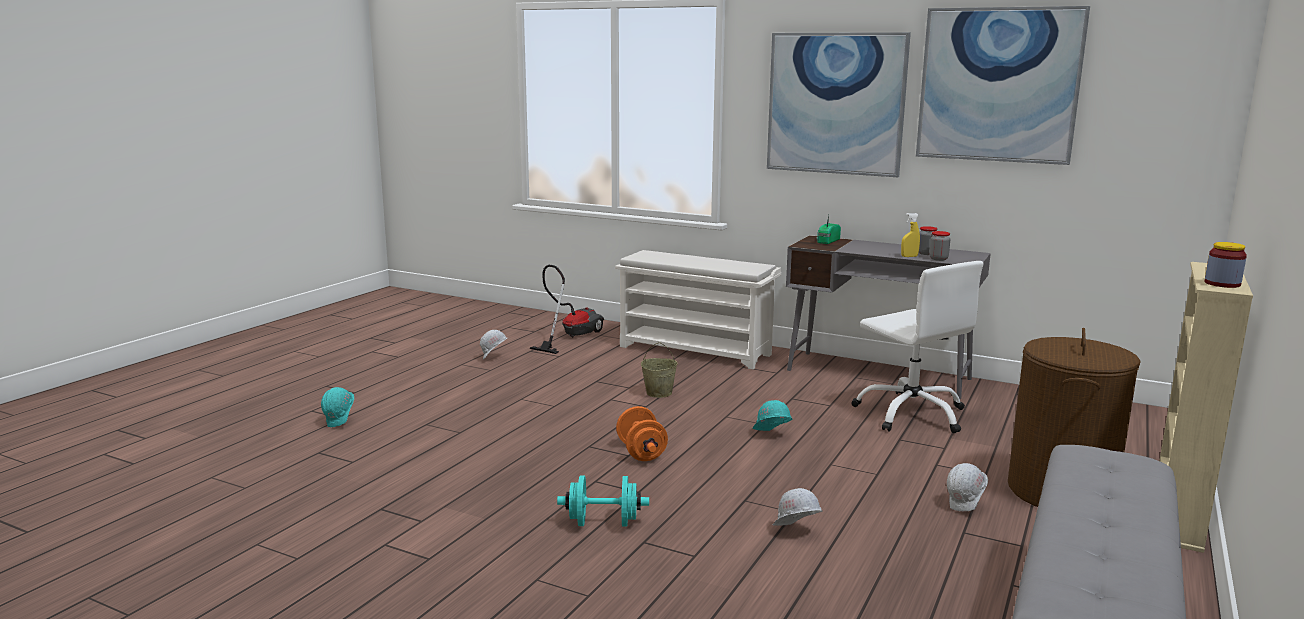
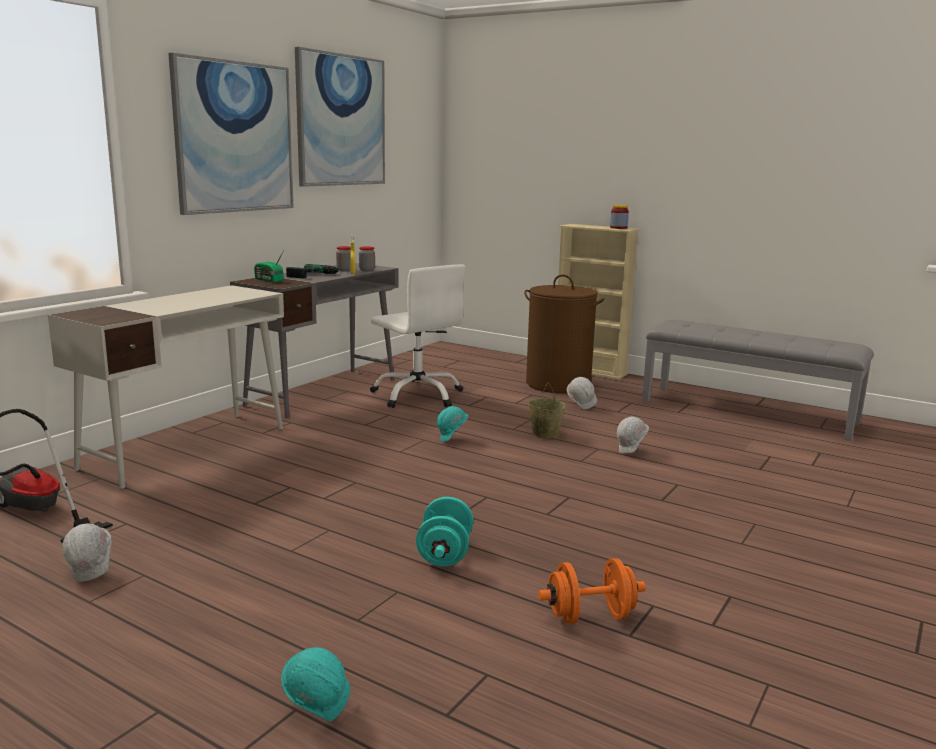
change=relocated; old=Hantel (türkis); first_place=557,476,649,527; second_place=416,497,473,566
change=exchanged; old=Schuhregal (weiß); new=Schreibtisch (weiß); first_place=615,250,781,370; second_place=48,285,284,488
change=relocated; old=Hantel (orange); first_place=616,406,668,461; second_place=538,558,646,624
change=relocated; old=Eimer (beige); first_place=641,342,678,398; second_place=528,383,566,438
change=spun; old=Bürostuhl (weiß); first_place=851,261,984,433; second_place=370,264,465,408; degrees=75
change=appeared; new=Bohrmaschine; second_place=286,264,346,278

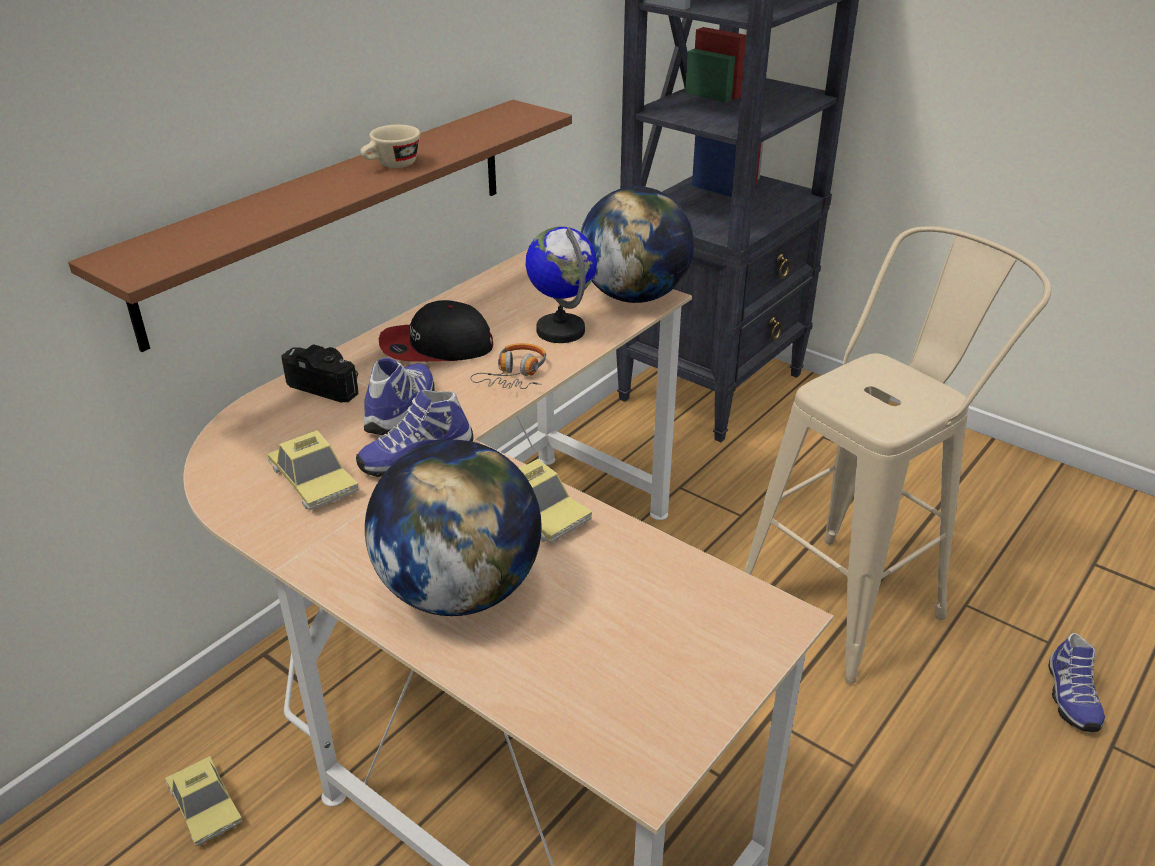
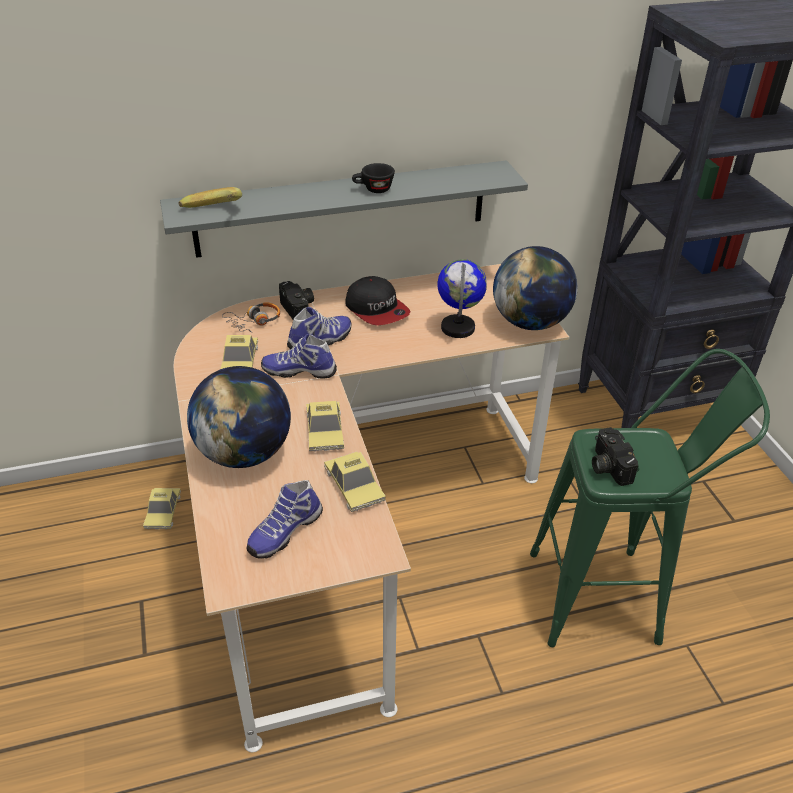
change=colour; old=Wandregal (braun); new=Wandregal (grau); first_place=68,100,572,352; second_place=160,160,528,258
change=colour; old=Tasse (beige); new=Tasse (schwarz); first_place=360,125,420,168; second_place=352,163,395,193
change=spun; old=Kappe; first_place=379,300,493,362; second_place=345,276,411,326; degrees=-150
change=relocated; old=Kopfhörer; first_place=470,343,546,389; second_place=222,302,280,333
change=colour; old=Hocker (beige); new=Hocker (grün); first_place=744,226,1051,684; second_place=530,349,770,647
change=relocated; old=Schuh; first_place=1049,633,1105,732; second_place=246,480,323,559
change=appeared; new=Banane; second_place=178,187,242,208
change=appeared; new=Spielzeugauto; second_place=324,452,386,512
change=appeared; new=Kamera; second_place=592,427,638,486

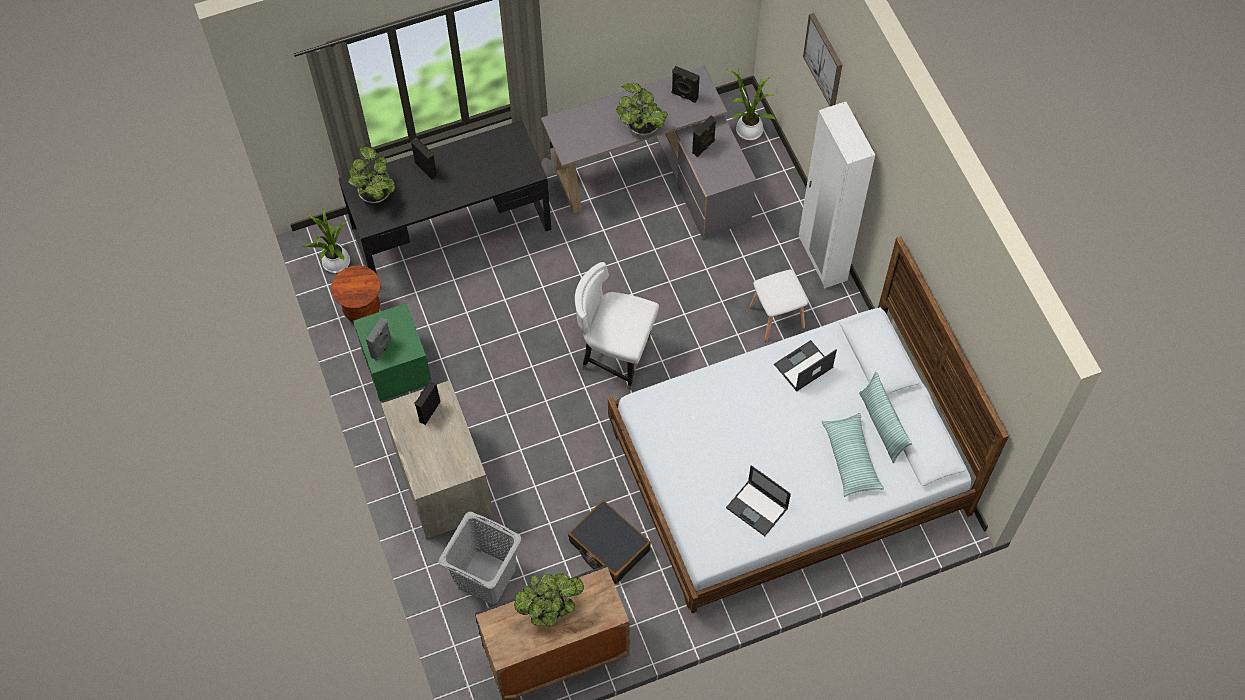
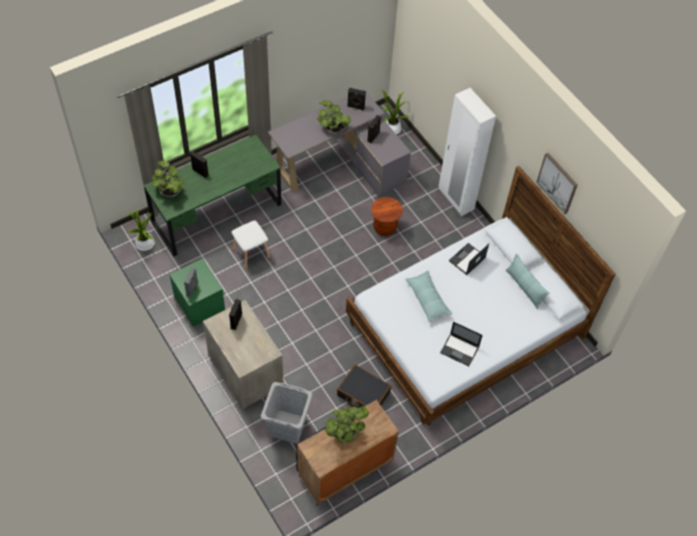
change=relocated; old=Hocker (braun); first_place=331,265,381,323; second_place=371,197,403,236
change=colour; old=Schreibtisch (schwarz); new=Schreibtisch (grün); first_place=338,120,551,274; second_place=144,135,282,257
change=missing; old=Stuhl (weiß); first_place=575,262,659,390
change=relocated; old=Hocker (weiß); first_place=749,270,808,341; second_place=232,220,270,270
change=relocated; old=Bild; first_place=803,13,842,106; second_place=536,153,578,214
change=relocated; old=Kissen; first_place=822,413,884,497; second_place=405,271,452,322

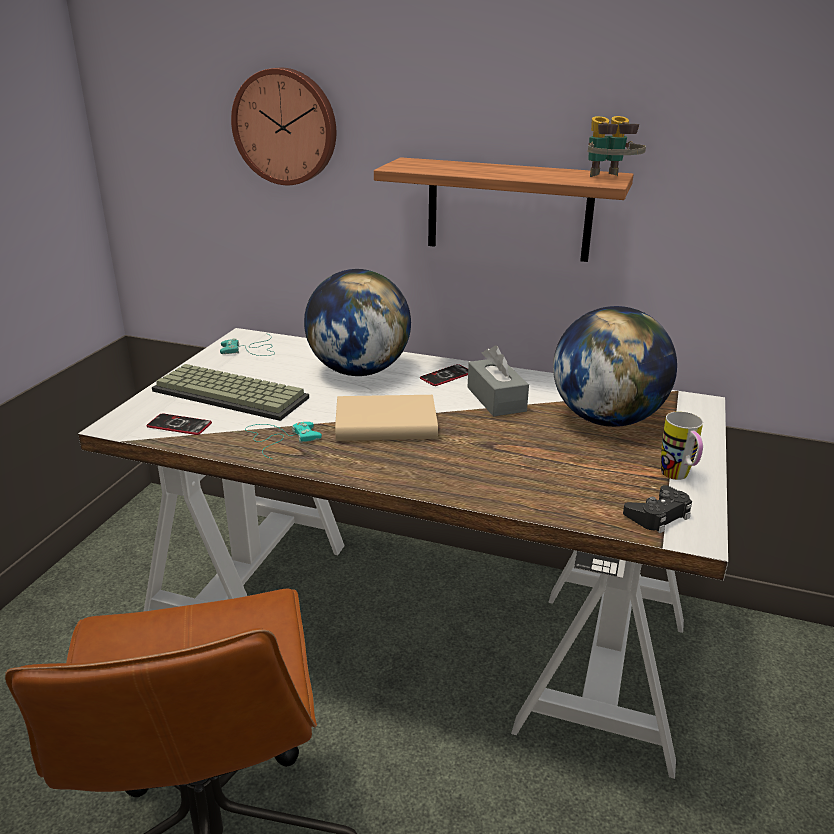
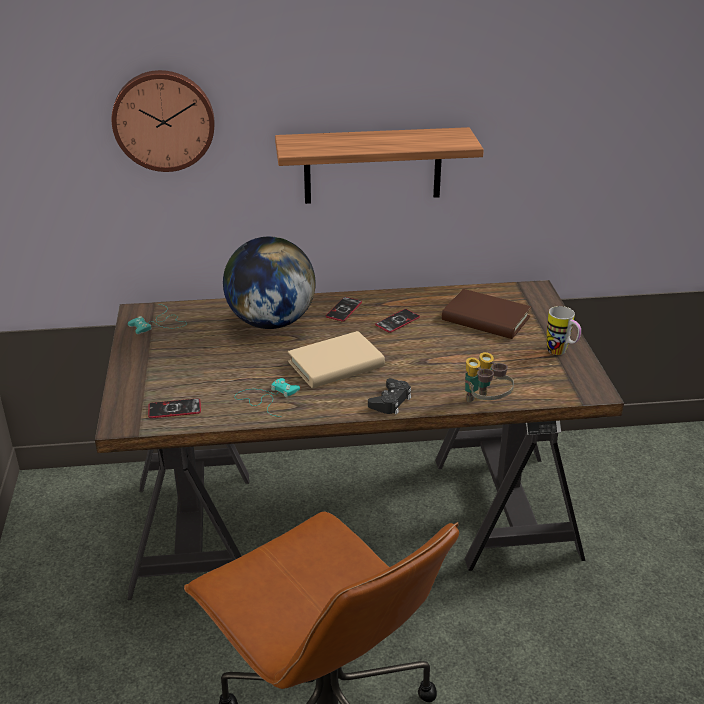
change=colour; old=Schreibtisch (weiß); new=Schreibtisch (braun); first_place=78,328,728,779; second_place=95,280,624,600
change=missing; old=Tastatur; first_place=152,364,309,421
change=exchanged; old=Taschentuchbox (grau); new=Handy; first_place=468,345,529,417; second_place=375,309,420,333
change=exchanged; old=Globus; new=Buch (braun); first_place=553,306,677,427; second_place=442,289,531,339
change=relocated; old=Fernglas; first_place=588,116,646,177; second_place=465,352,514,402
change=relocated; old=Gamepad (schwarz); first_place=623,485,692,533; second_place=368,378,411,415

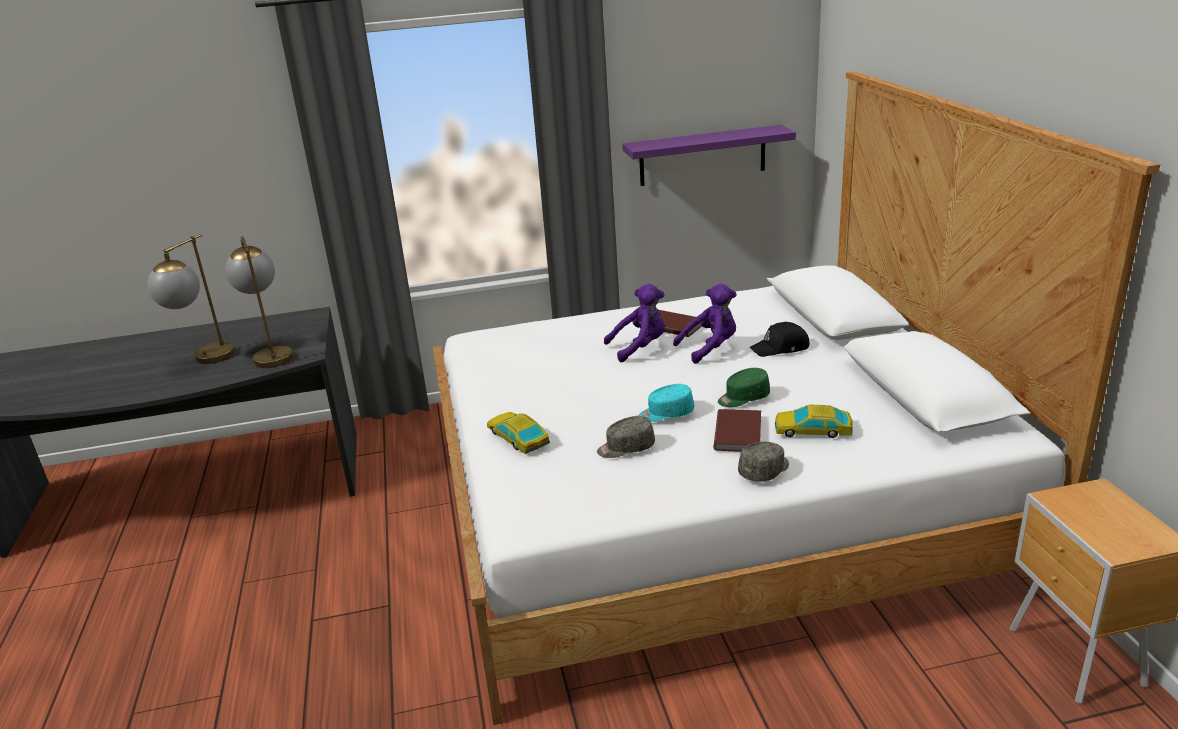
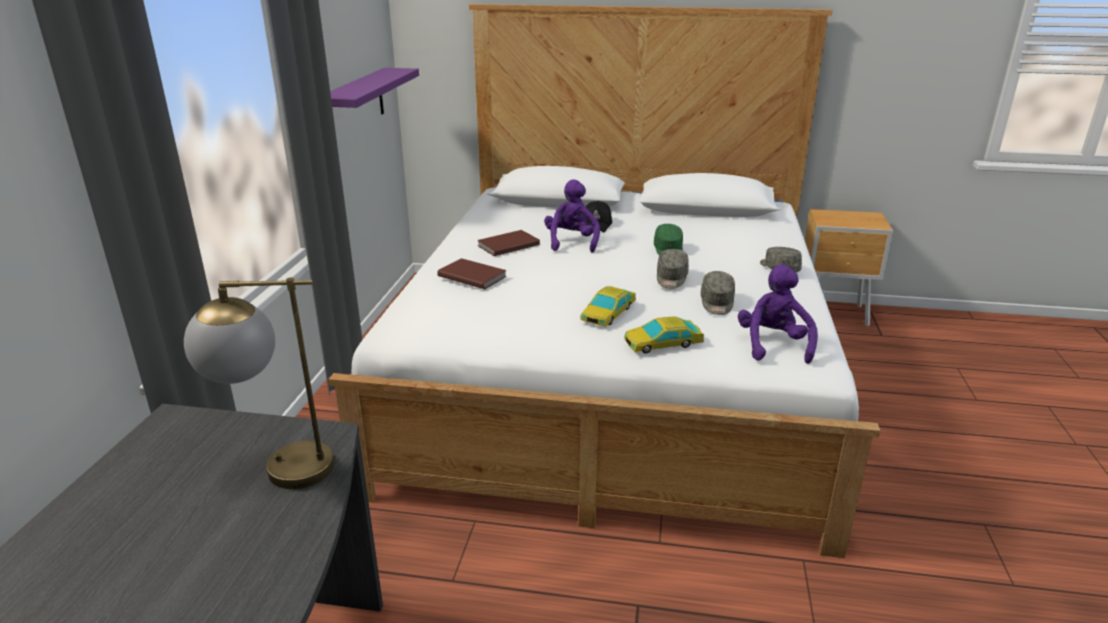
change=missing; old=Tischlampe; first_place=147,234,235,364
change=relocated; old=Plüschtier (lila); first_place=604,284,665,362; second_place=738,264,818,364
change=colour; old=Kappe (türkis); new=Kappe (grau); first_place=639,384,694,422; second_place=657,249,689,289
change=relocated; old=Buch (braun); first_place=714,409,761,452; second_place=437,258,507,289
change=relocated; old=Spielzeugauto; first_place=775,405,853,438; second_place=580,286,636,326

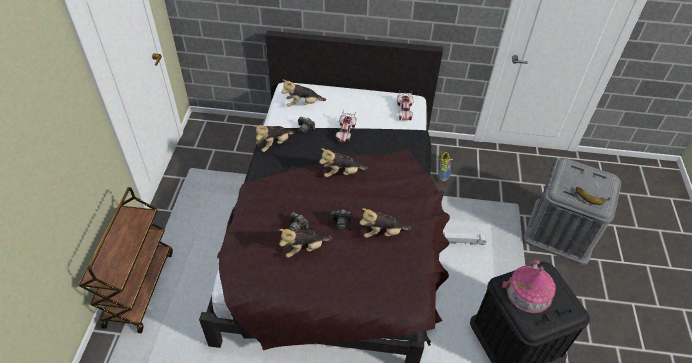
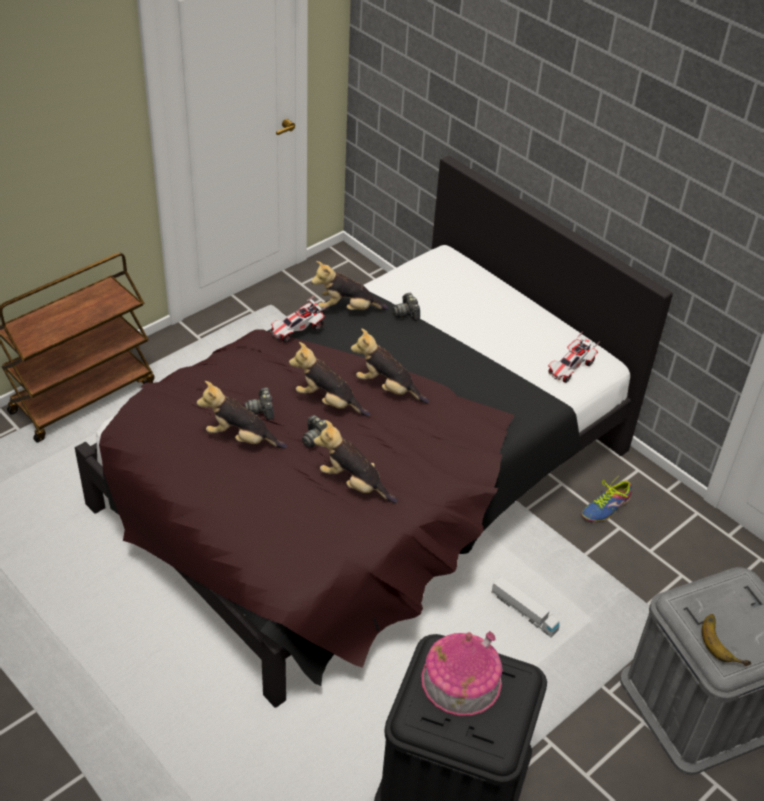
change=relocated; old=Plüschtier; first_place=281,79,326,107; second_place=289,342,371,417
change=relocated; old=Spielzeugauto; first_place=336,110,357,143; second_place=270,295,327,343

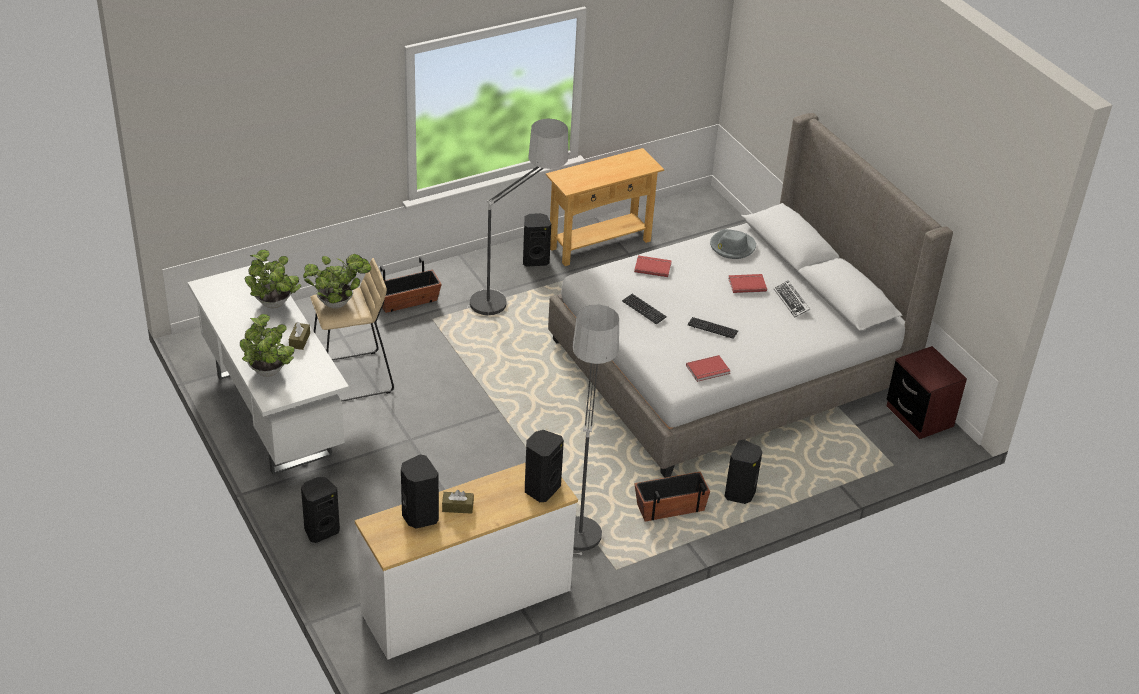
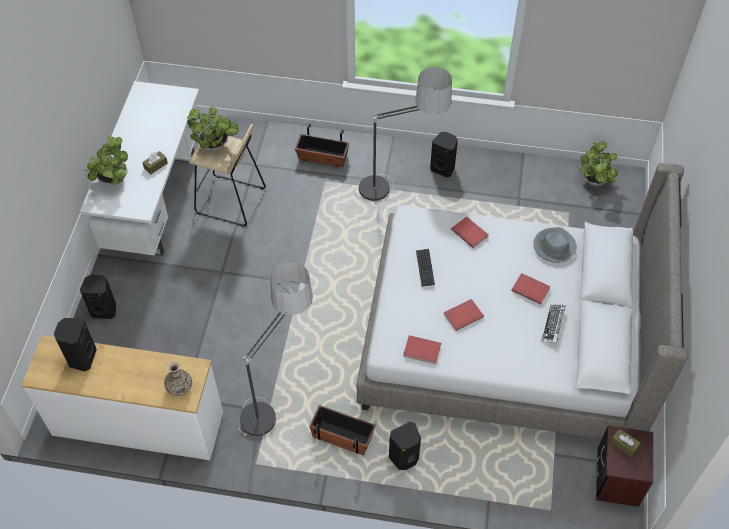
change=relocated; old=Topfpflanze; first_place=245,249,301,308; second_place=580,141,618,186
change=relocated; old=Taschentuchbox (braun); first_place=442,490,474,514; second_place=611,428,641,457
change=exchanged; old=Lautsprecher (schwarz); new=Vase; first_place=525,430,564,502; second_place=164,362,192,396
change=missing; old=Konsolentisch (beige); first_place=546,148,664,266
change=exchanged; old=Tastatur; new=Buch (rot); first_place=687,317,738,339; second_place=444,299,484,331

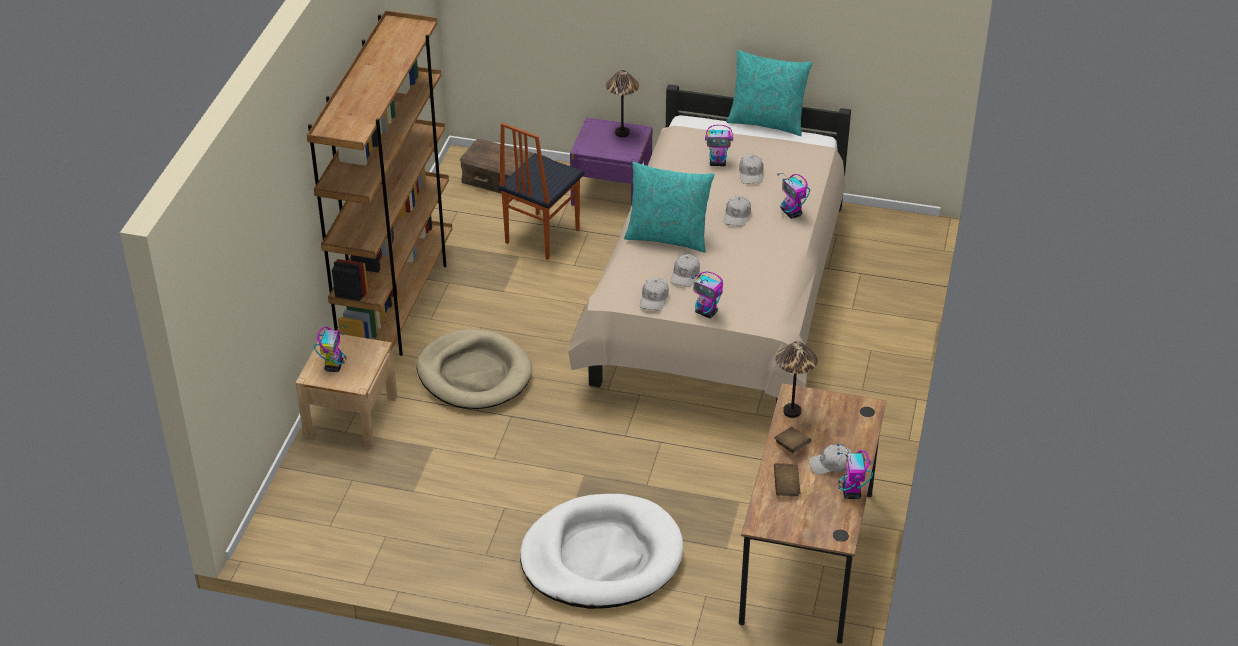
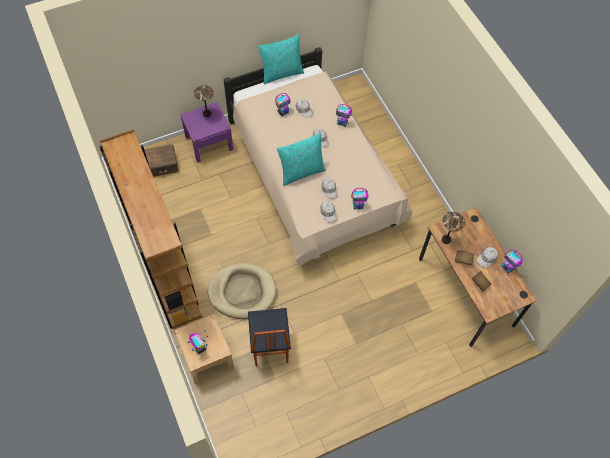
change=relocated; old=Stuhl; first_place=498,123,584,260; second_place=248,308,291,366
change=missing; old=Hundebett (weiß); first_place=520,494,683,609

